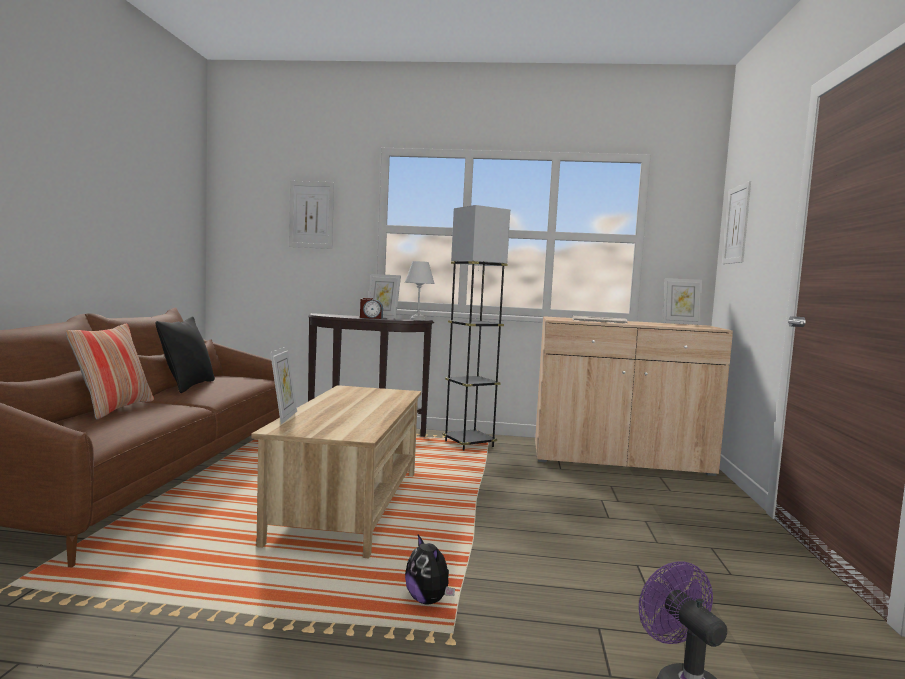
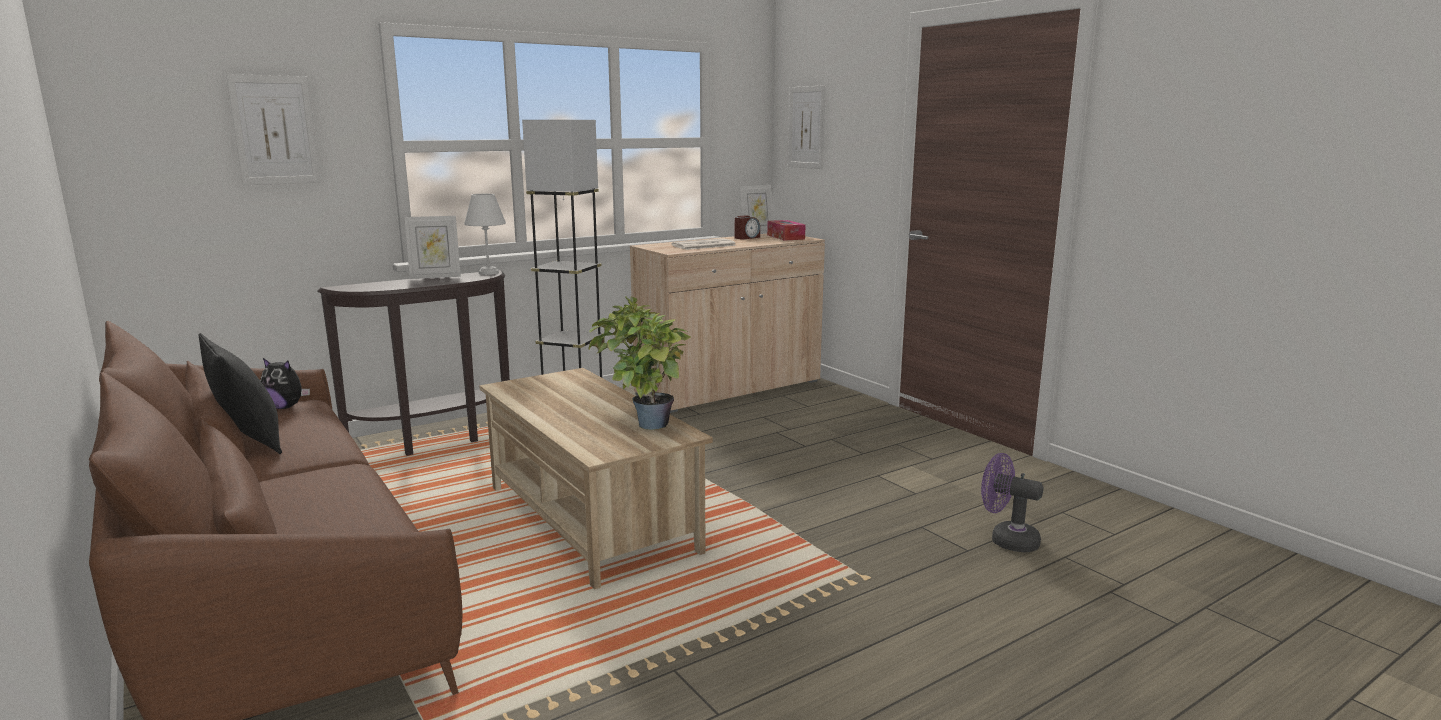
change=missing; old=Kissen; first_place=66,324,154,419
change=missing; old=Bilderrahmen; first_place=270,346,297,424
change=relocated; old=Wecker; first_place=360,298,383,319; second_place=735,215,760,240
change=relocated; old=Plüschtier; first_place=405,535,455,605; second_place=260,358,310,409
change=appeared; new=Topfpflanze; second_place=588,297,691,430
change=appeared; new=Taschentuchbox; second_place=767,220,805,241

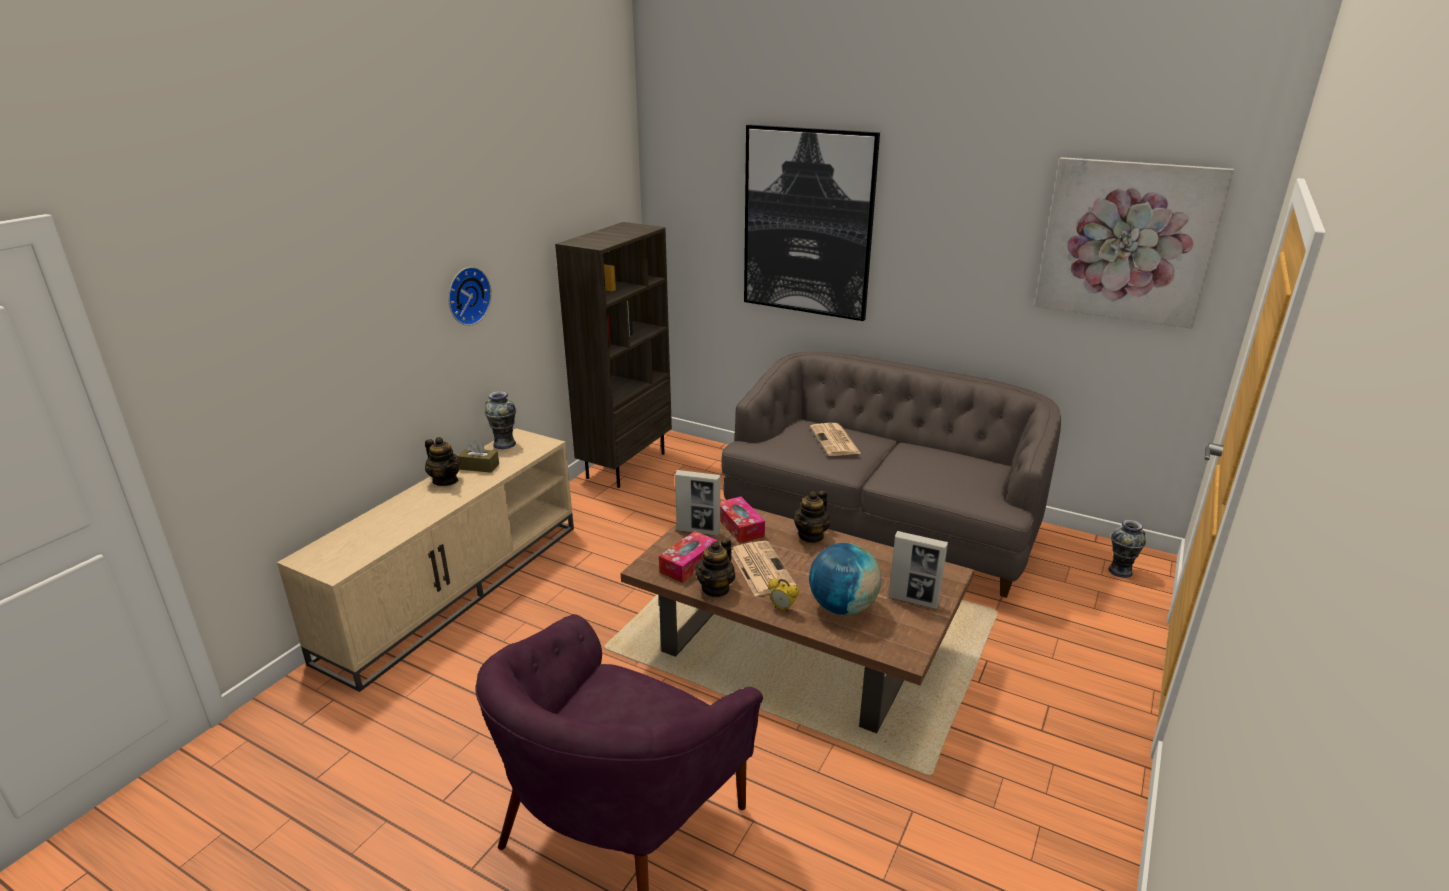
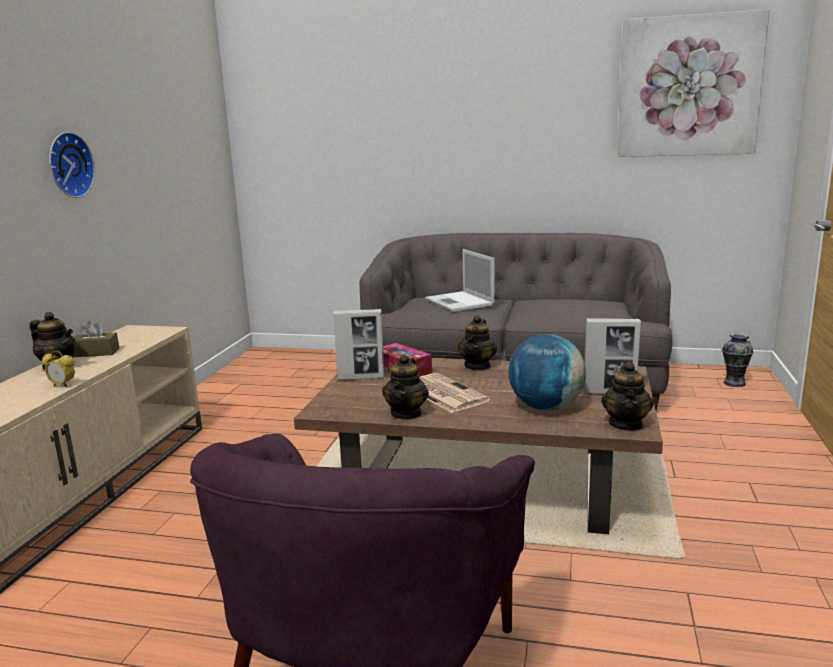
change=missing; old=Vase; first_place=485,391,516,449
change=missing; old=Bücherregal (braun); first_place=555,222,672,488
change=missing; old=Taschentuchbox; first_place=659,531,718,583
change=missing; old=Bild; first_place=744,125,880,321
change=relocated; old=Wecker; first_place=768,579,799,612; second_place=42,351,75,387
change=exchanged; old=Zeitung; new=Laptop; first_place=810,423,861,456; second_place=425,249,495,312
change=appeared; new=Teekanne; second_place=601,362,654,431

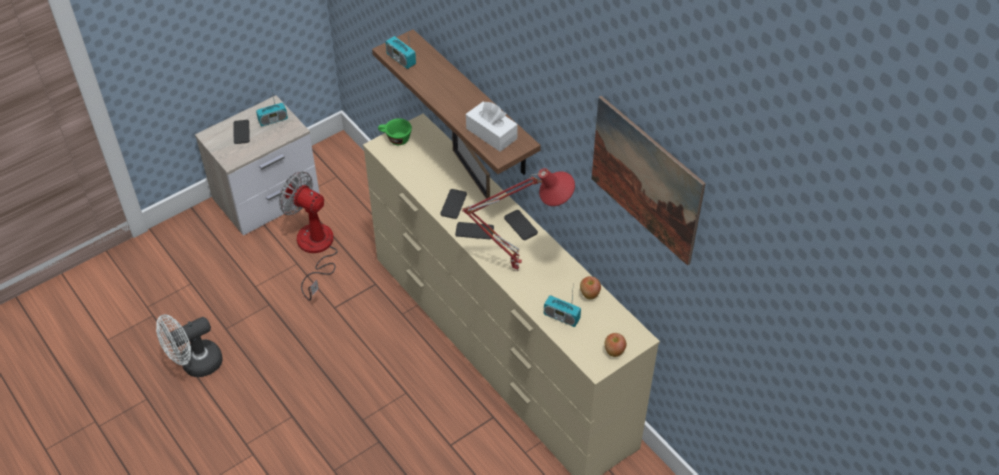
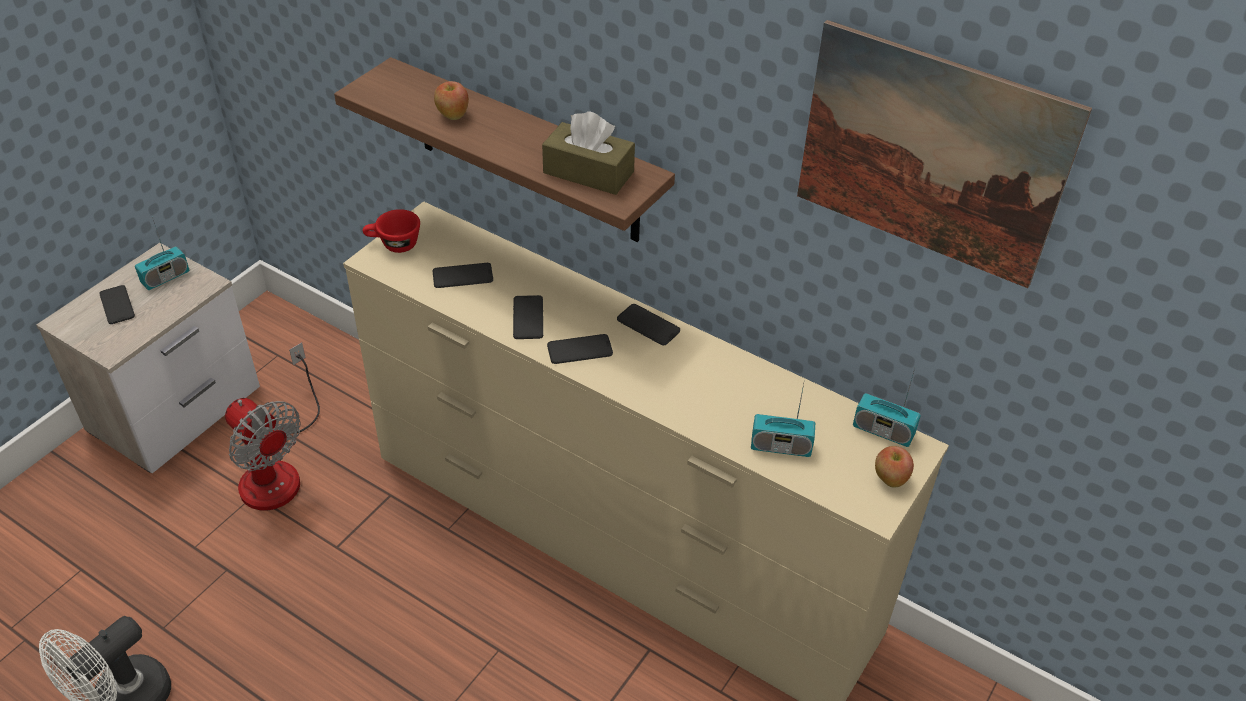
change=spun; old=Ventilator; first_place=279,171,338,301; second_place=225,342,320,510; degrees=-150
change=colour; old=Tasse (grün); new=Tasse (rot); first_place=378,118,412,145; second_place=363,209,420,253
change=relocated; old=Radio; first_place=385,21,416,69; second_place=853,369,921,447
change=missing; old=Bilderrahmen; first_place=452,131,490,199
change=missing; old=Tischlampe (rot); first_place=462,168,575,271
change=colour; old=Taschentuchbox (weiß); new=Taschentuchbox (braun); first_place=466,101,518,152; second_place=542,111,635,195
change=relocated; old=Apfel; first_place=580,276,601,300; second_place=434,81,469,120
change=appeared; new=Handy; second_place=432,263,493,288

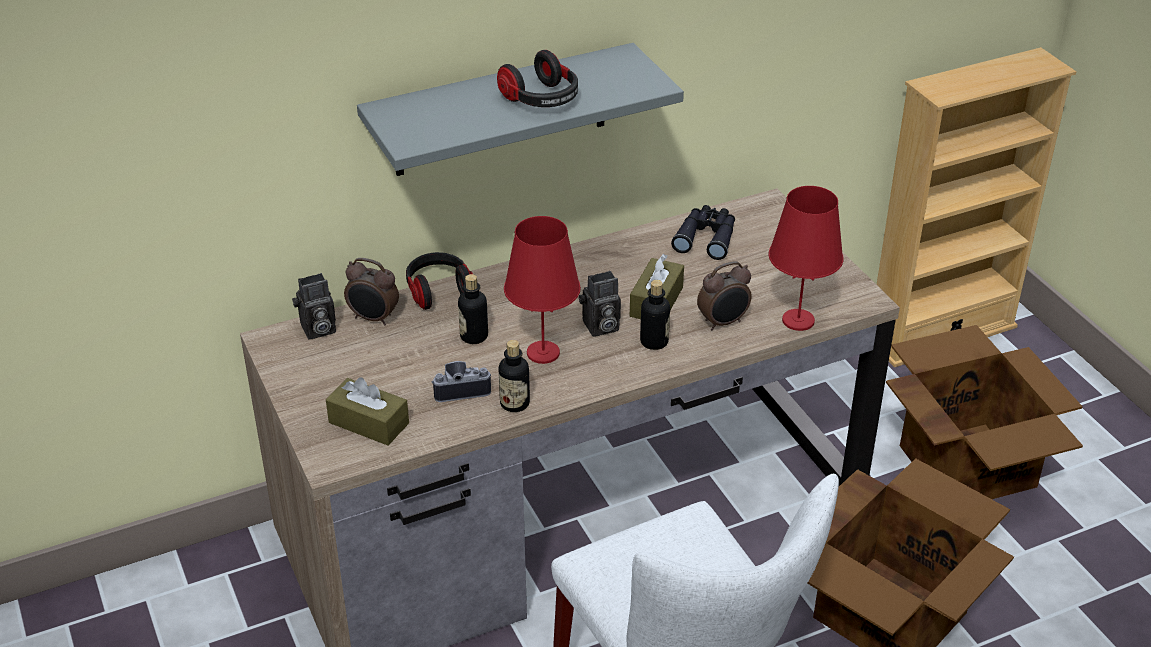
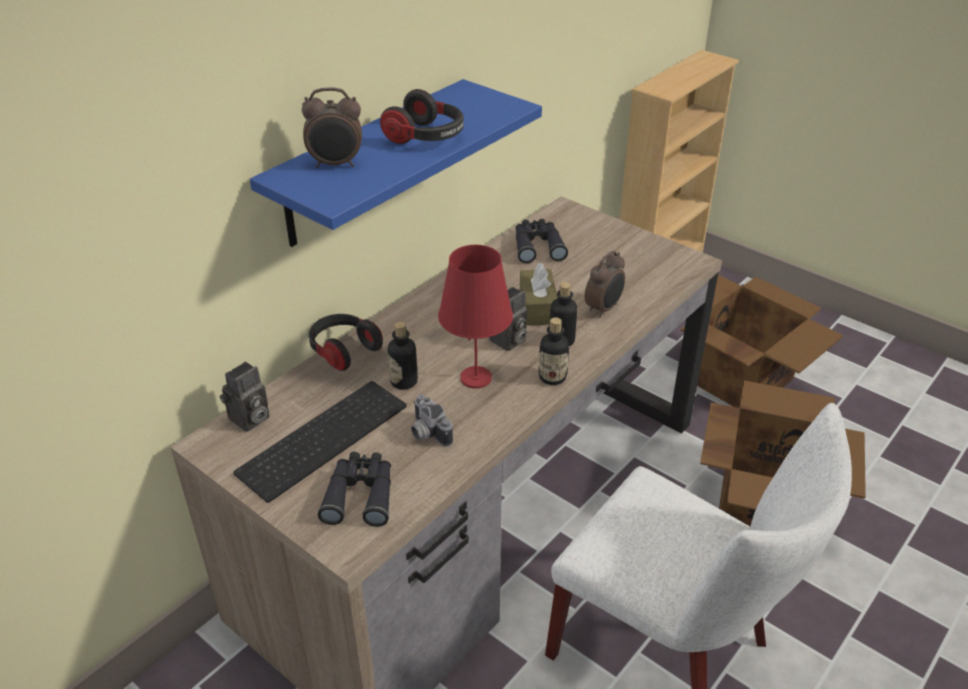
change=exchanged; old=Taschentuchbox (braun); new=Fernglas (schwarz); first_place=326,377,409,445; second_place=318,451,391,527
change=relocated; old=Wecker; first_place=344,258,399,326; second_place=302,87,362,168
change=colour; old=Wandregal (grau); new=Wandregal (blau); first_place=357,43,684,176; second_place=250,79,542,247
change=spun; old=Kamera; first_place=432,361,491,402; second_place=411,394,453,447; degrees=-90
change=relocated; old=Flasche; first_place=499,340,530,412; second_place=538,317,569,385
change=missing; old=Tischlampe (rot); first_place=768,186,843,331
change=appeared; new=Tastatur; second_place=233,381,407,503

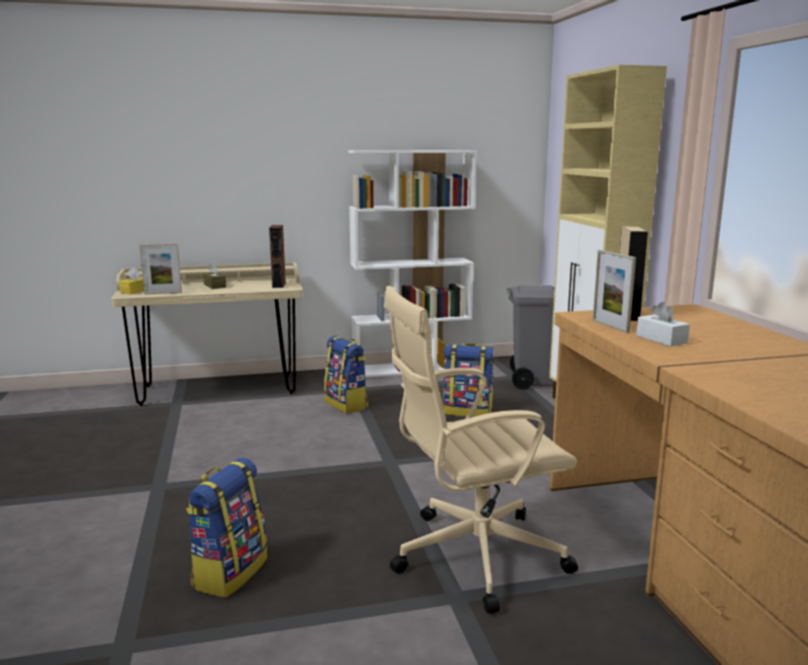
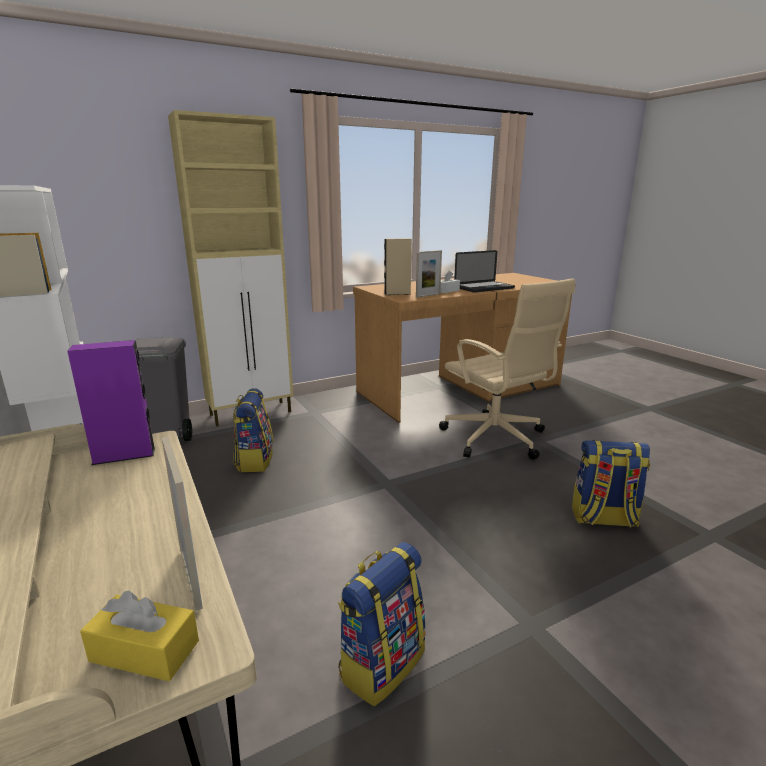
change=missing; old=Taschentuchbox (braun); first_place=203,263,226,289
change=colour; old=Lautsprecher (braun); new=Lautsprecher (lila); first_place=269,225,286,288; second_place=67,340,155,465
change=relocated; old=Rucksack; first_place=324,336,369,414; second_place=338,542,426,706
change=appeared; new=Laptop; second_place=454,250,515,293

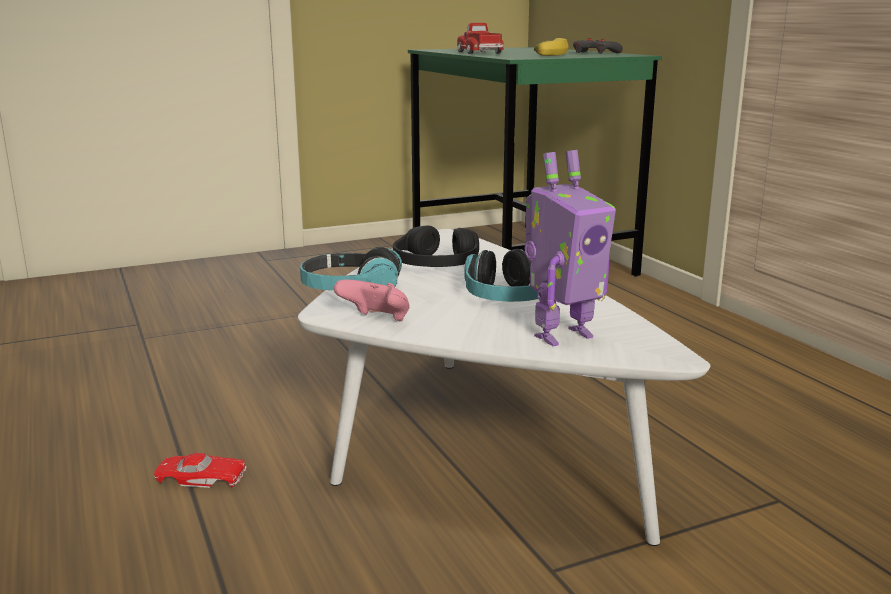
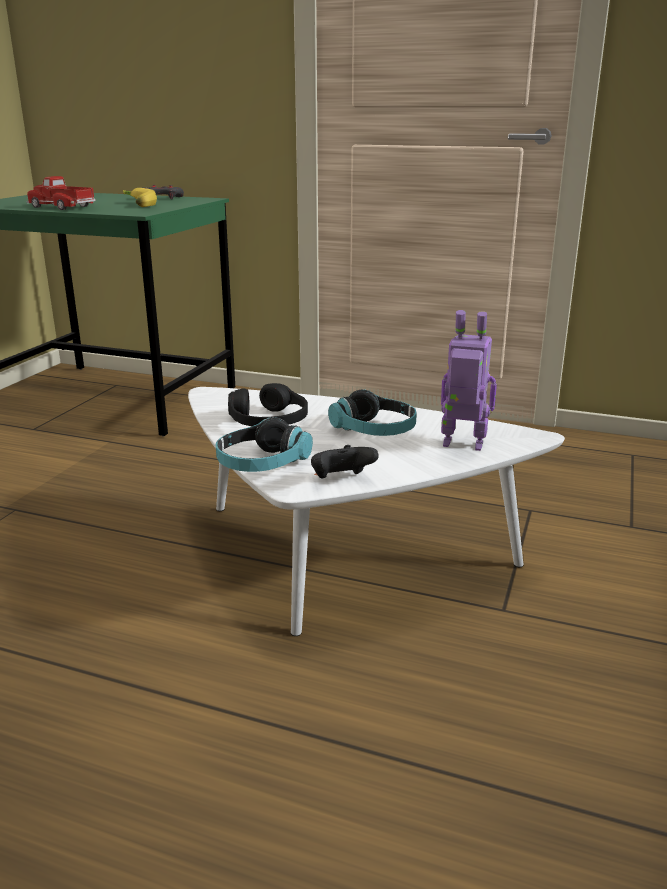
change=missing; old=Spielzeugauto (rot); first_place=154,453,247,488
change=colour; old=Gamepad (rosa); new=Gamepad (schwarz); first_place=334,280,410,322; second_place=311,445,379,478
change=spun; old=Spielzeugroboter; first_place=525,150,616,346; second_place=441,310,497,451; degrees=-90

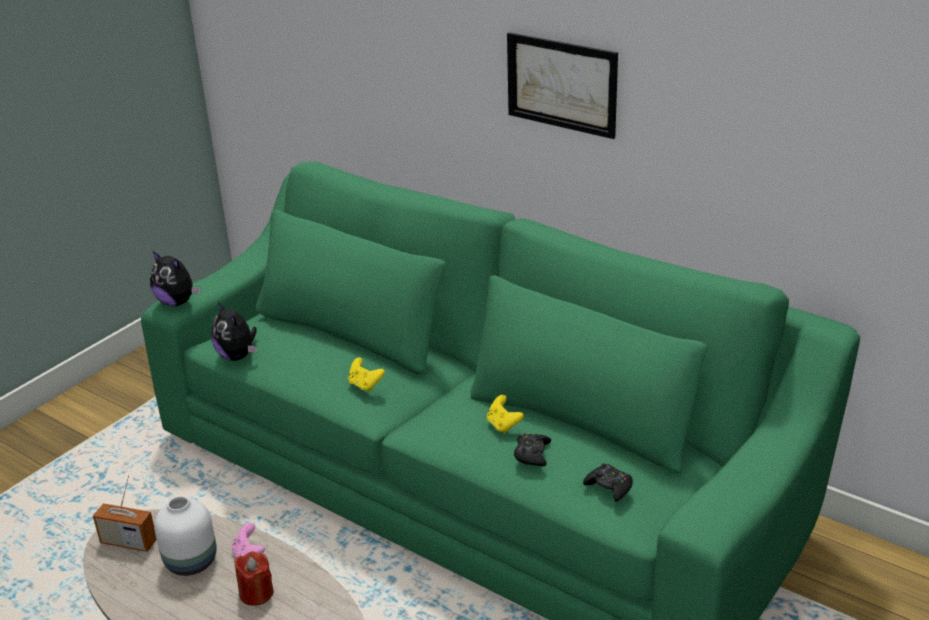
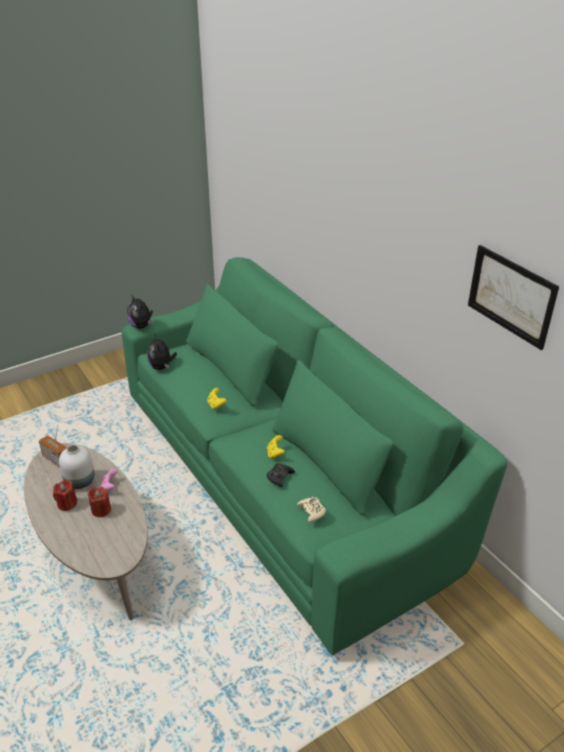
change=relocated; old=Bild; first_place=507,32,618,139; second_place=468,245,559,350
change=colour; old=Gamepad (schwarz); new=Gamepad (beige); first_place=583,463,633,502; second_place=297,497,326,522
change=appeared; new=Kerze (rot); second_place=53,479,77,511

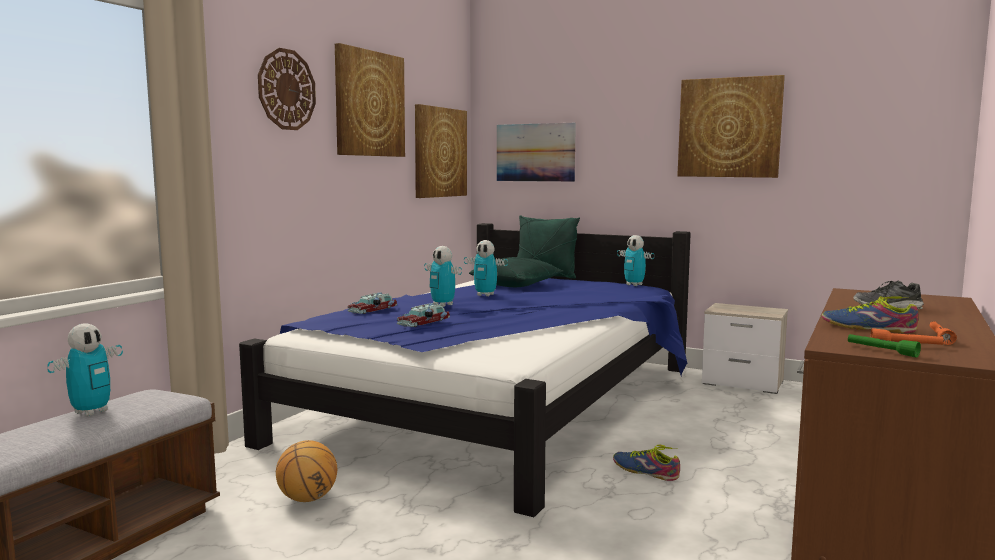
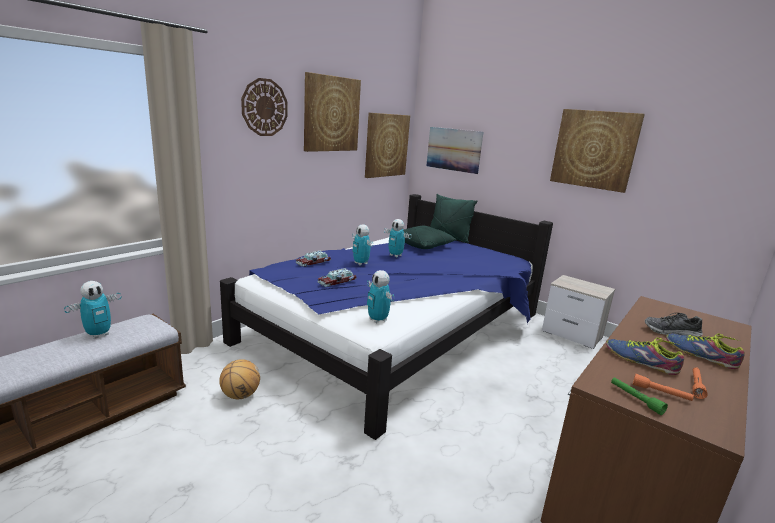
change=relocated; old=Schuh; first_place=613,445,680,481; second_place=666,333,745,369
change=relocated; old=Spielzeugroboter; first_place=617,235,655,286; second_place=367,270,394,324

